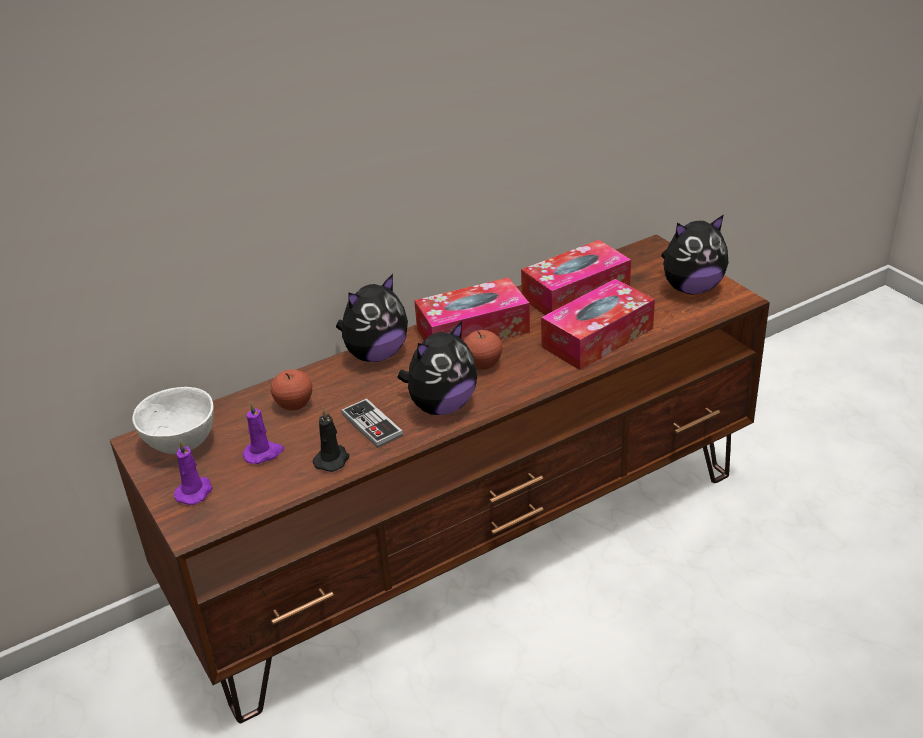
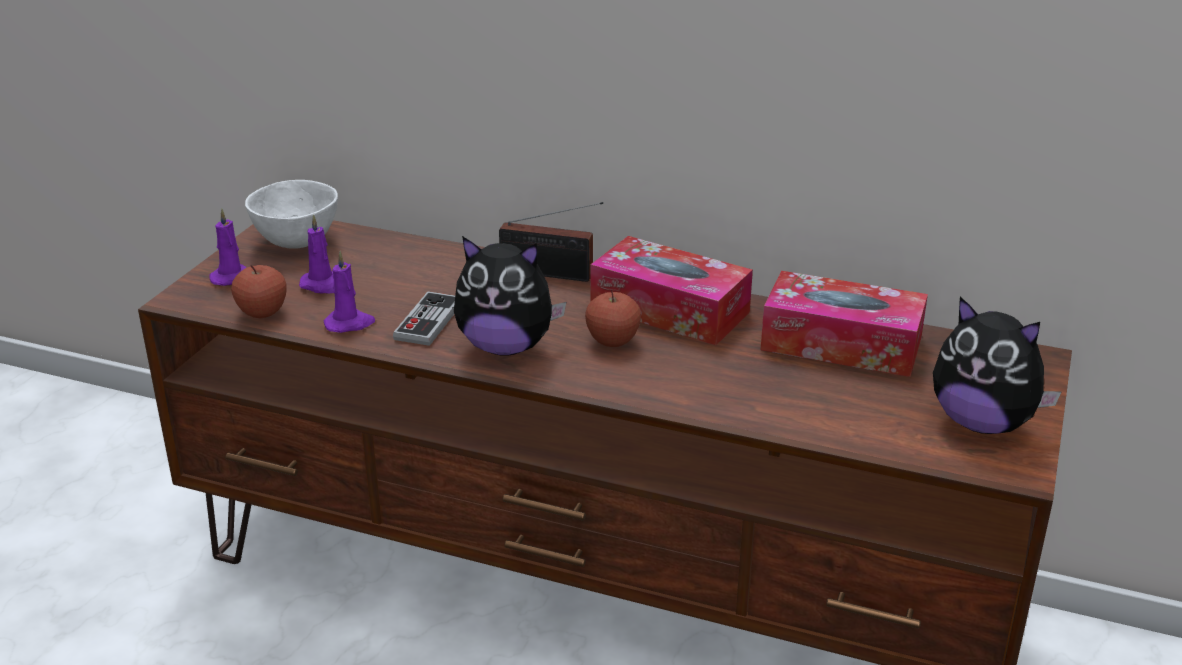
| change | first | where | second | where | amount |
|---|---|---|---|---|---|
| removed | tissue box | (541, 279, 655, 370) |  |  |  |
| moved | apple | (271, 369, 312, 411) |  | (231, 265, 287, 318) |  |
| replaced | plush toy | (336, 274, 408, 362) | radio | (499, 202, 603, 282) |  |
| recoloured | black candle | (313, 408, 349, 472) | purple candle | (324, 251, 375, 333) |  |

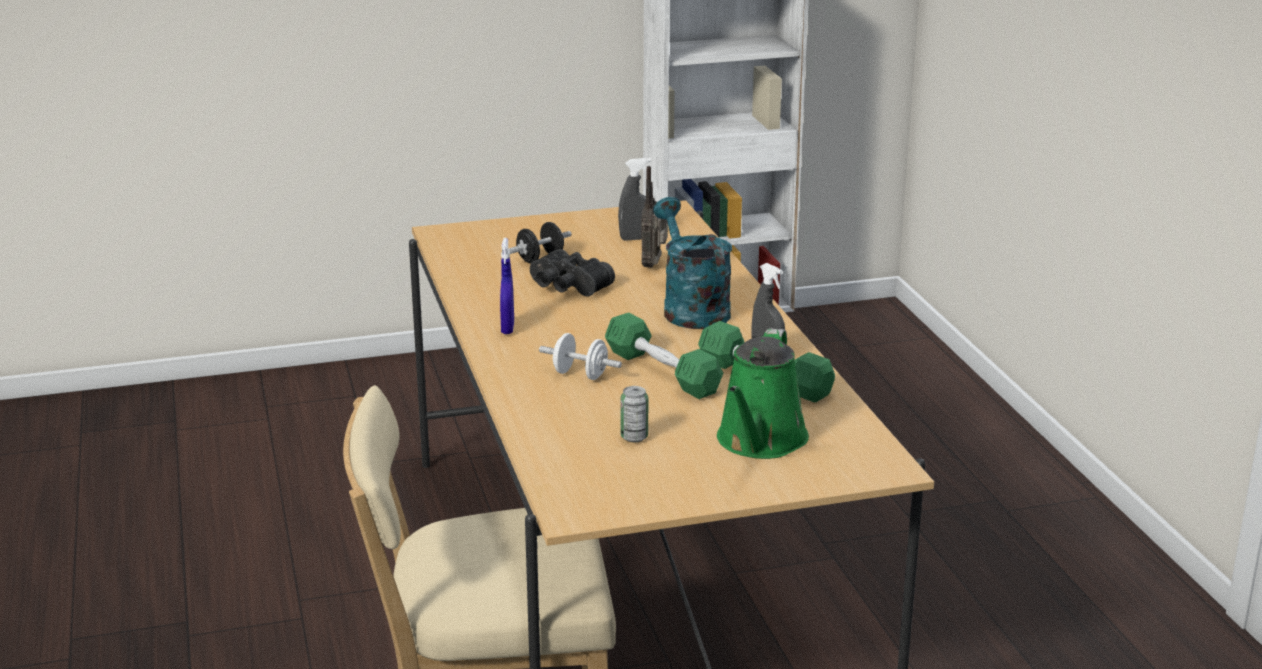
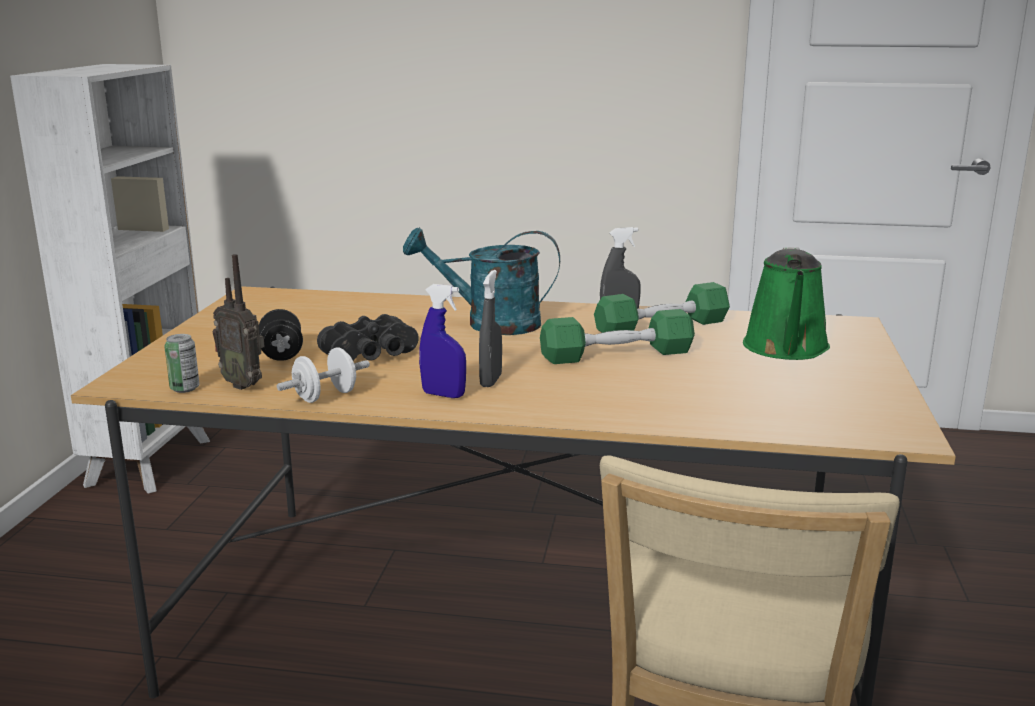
| change | first | where | second | where | amount |
|---|---|---|---|---|---|
| moved | white dumbbell | (539, 333, 622, 380) |  | (277, 348, 370, 403) |  |
| moved | grey spray bottle | (618, 158, 651, 241) |  | (479, 270, 502, 387) |  |
| moved | can | (621, 386, 648, 442) |  | (164, 334, 200, 393) |  |
| moved | radio | (641, 166, 668, 268) |  | (213, 254, 265, 390) |  |
| turned | green watering can | (717, 328, 809, 459) |  | (743, 247, 830, 360) | 60 degrees clockwise |

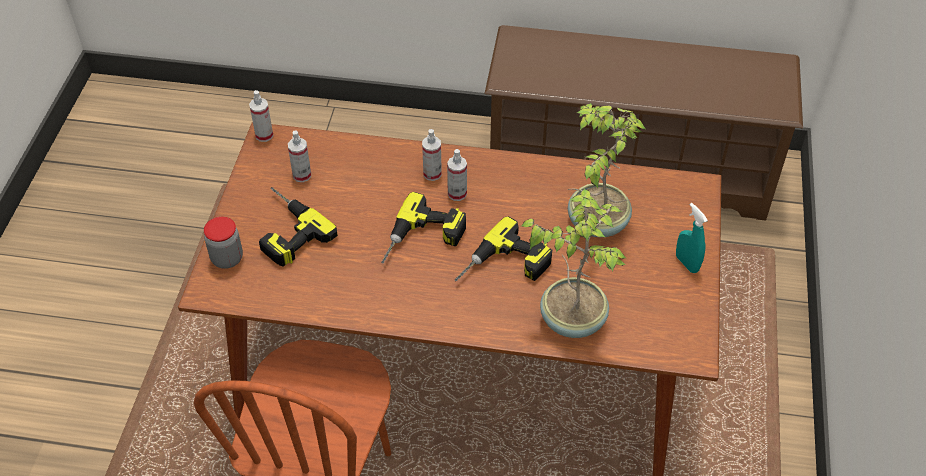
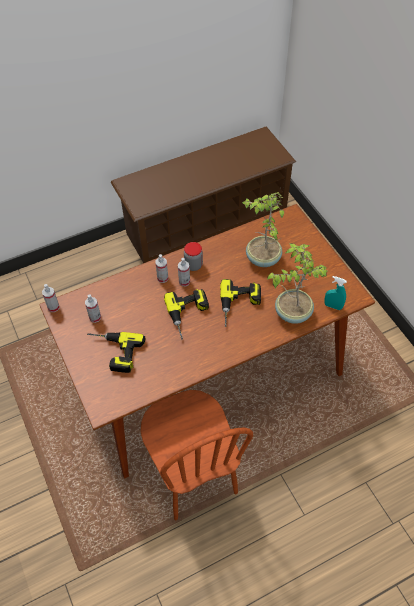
| change | first | where | second | where | amount |
|---|---|---|---|---|---|
| moved | jar | (204, 217, 243, 269) |  | (184, 242, 203, 271) |  |
| moved | turquoise spray bottle | (676, 203, 708, 273) |  | (324, 276, 347, 310) |  |

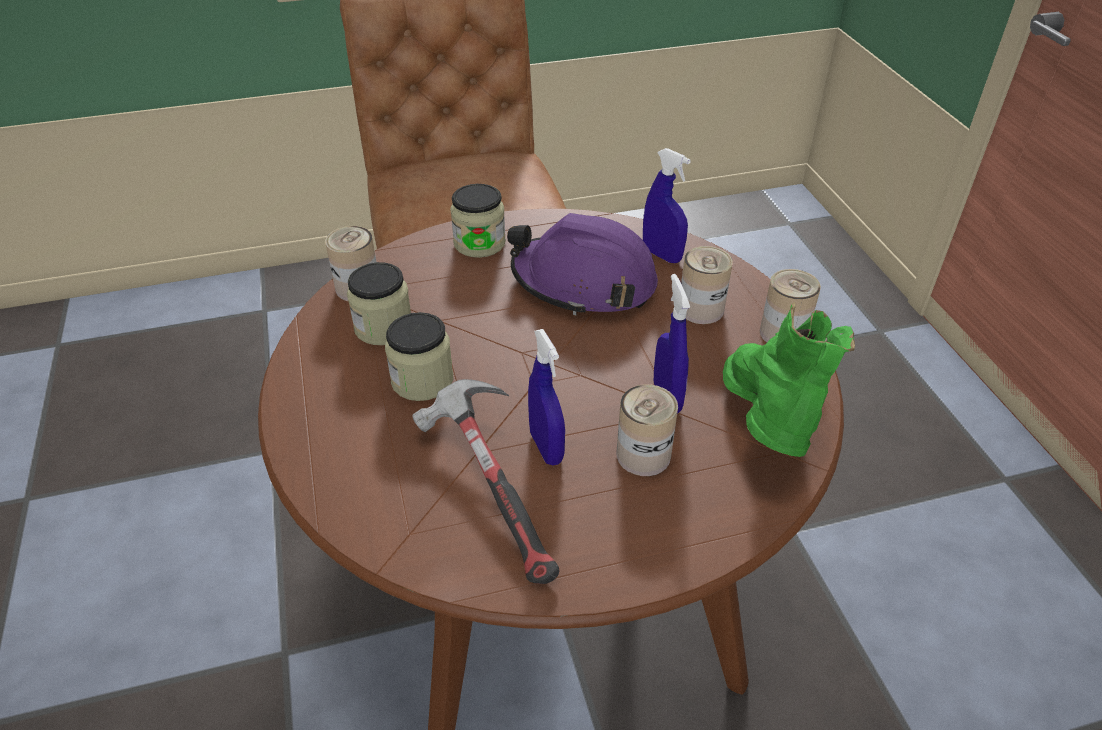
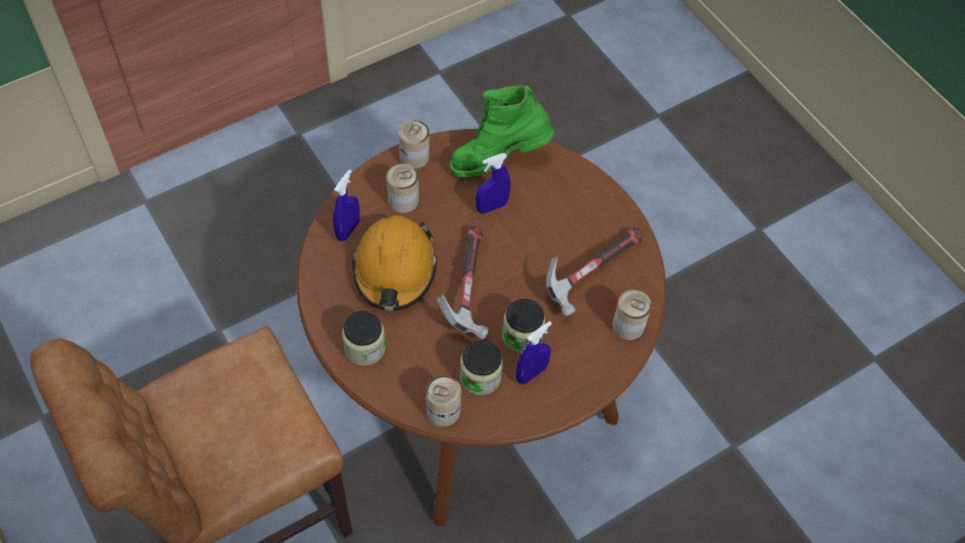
| change | first | where | second | where | amount |
|---|---|---|---|---|---|
| added |  |  | hammer | (437, 226, 489, 340) |  |
| moved | blue spray bottle | (528, 329, 565, 465) |  | (516, 321, 552, 384) |  |
| moved | can | (616, 384, 678, 476) |  | (612, 290, 652, 340) |  |
| recoloured | purple hard hat | (507, 213, 658, 315) | orange hard hat | (352, 215, 437, 311) |  |

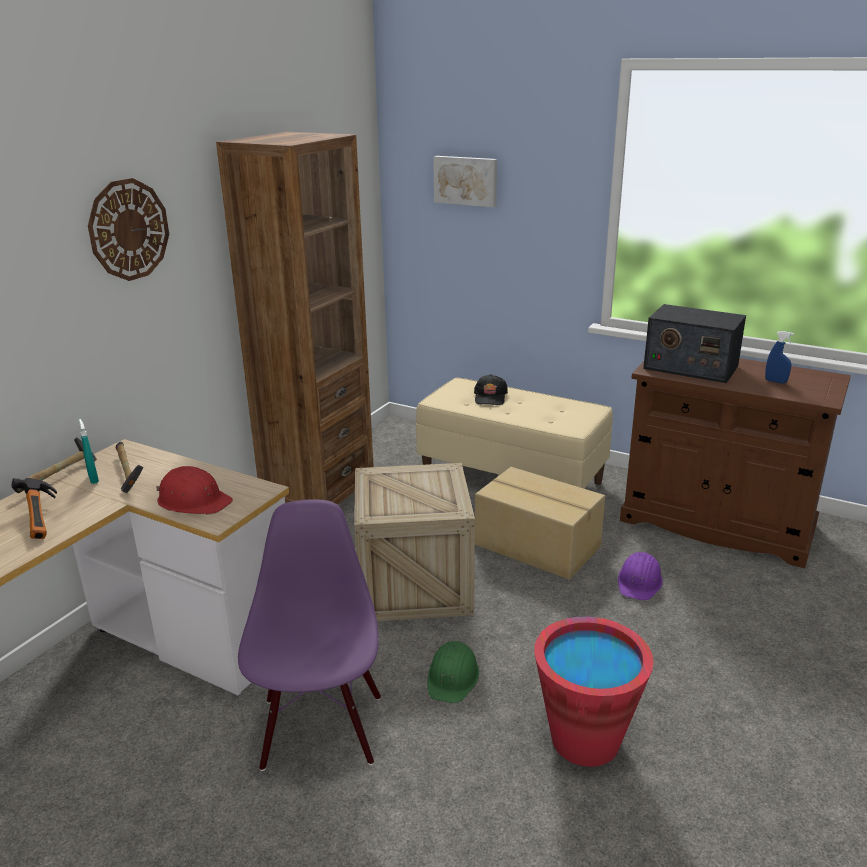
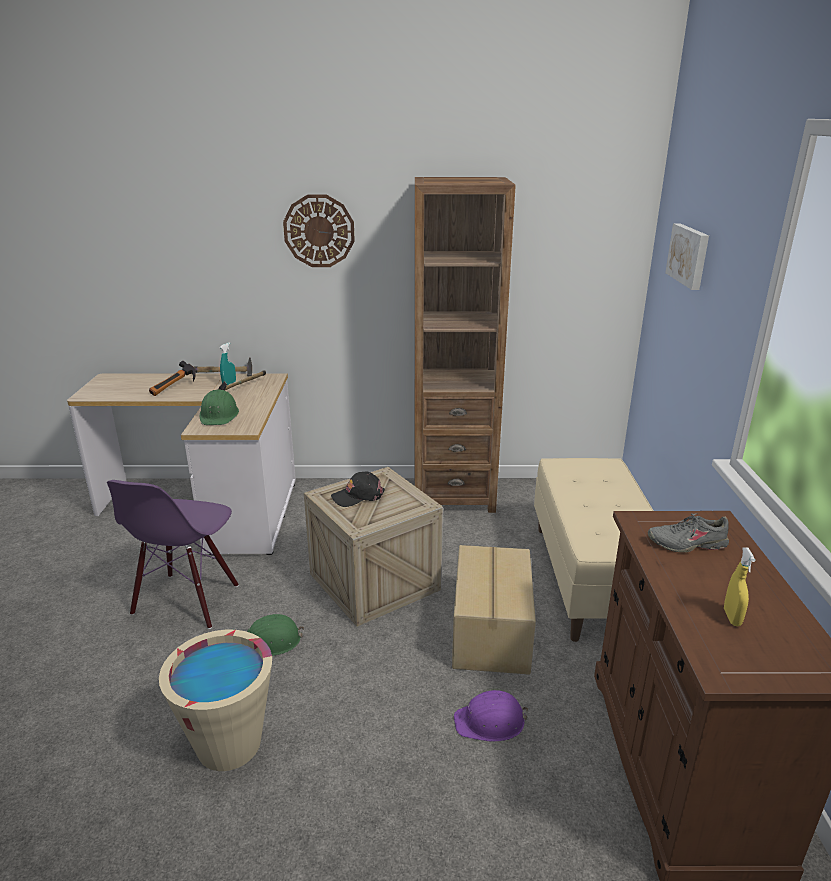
| change | first | where | second | where | amount |
|---|---|---|---|---|---|
| moved | black cap | (474, 374, 508, 405) |  | (331, 472, 385, 507) |  |
| replaced | radio | (643, 304, 746, 383) | grey shoe | (648, 513, 729, 553) |  |
| recoloured | red hard hat | (156, 466, 233, 515) | green hard hat | (200, 389, 239, 425) |  |
| recoloured | red bucket | (534, 616, 654, 767) | beige bucket | (159, 630, 272, 771) |  |
| recoloured | blue spray bottle | (765, 331, 794, 383) | yellow spray bottle | (724, 547, 755, 626) |  |
| turned | purple chair | (238, 499, 381, 771) |  | (107, 480, 239, 629) | 135 degrees clockwise |

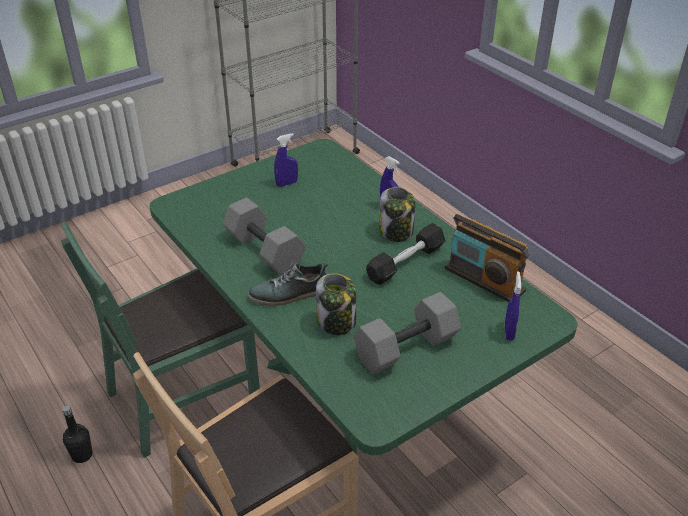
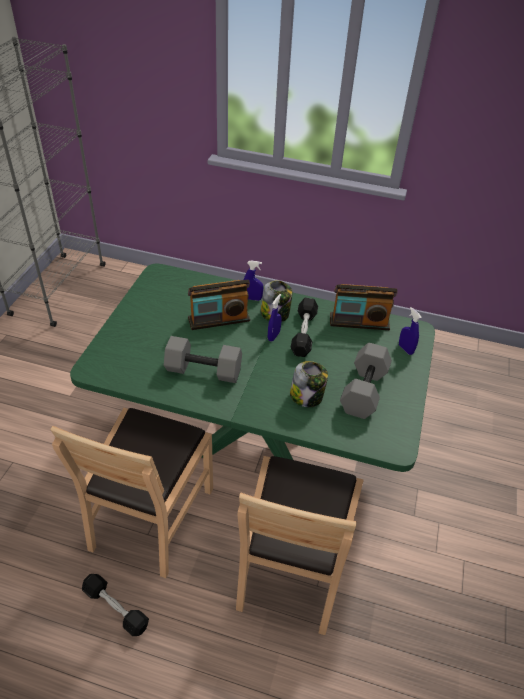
| change | first | where | second | where | amount |
|---|---|---|---|---|---|
| removed | shoe | (248, 262, 328, 306) |  |  |  |
| added |  |  | radio | (188, 280, 250, 330) |  |
| moved | blue spray bottle | (274, 133, 298, 187) |  | (268, 294, 282, 342) |  |
| replaced | black bottle | (62, 405, 93, 463) | black dumbbell | (82, 574, 149, 636) |  |
| recoloured | green chair | (61, 222, 260, 458) | brown chair | (51, 408, 213, 578) |  |

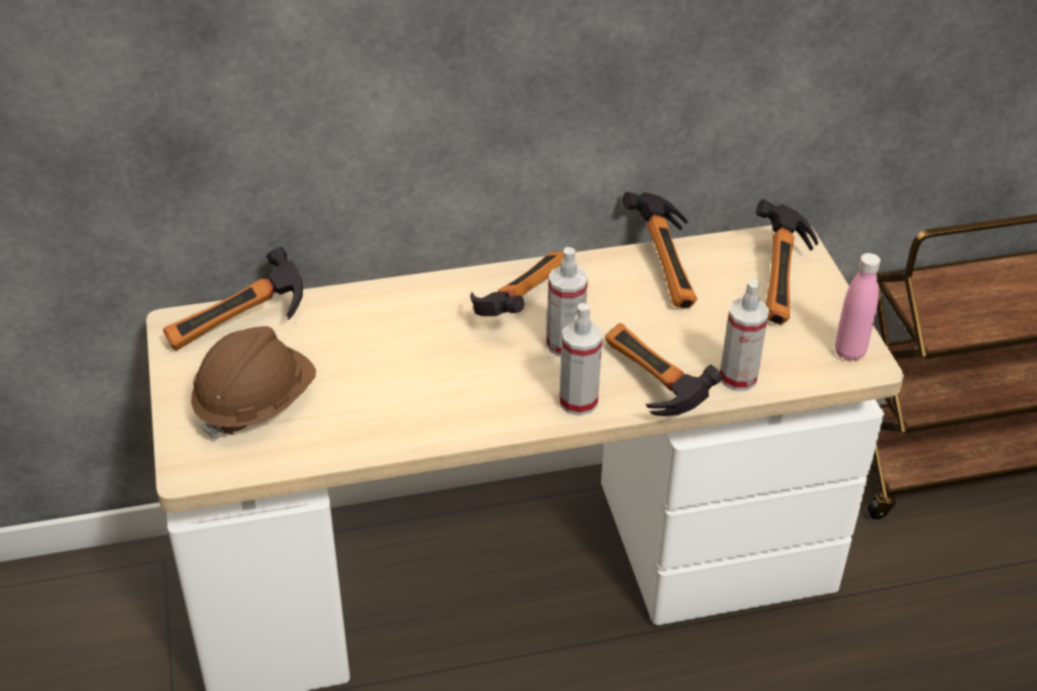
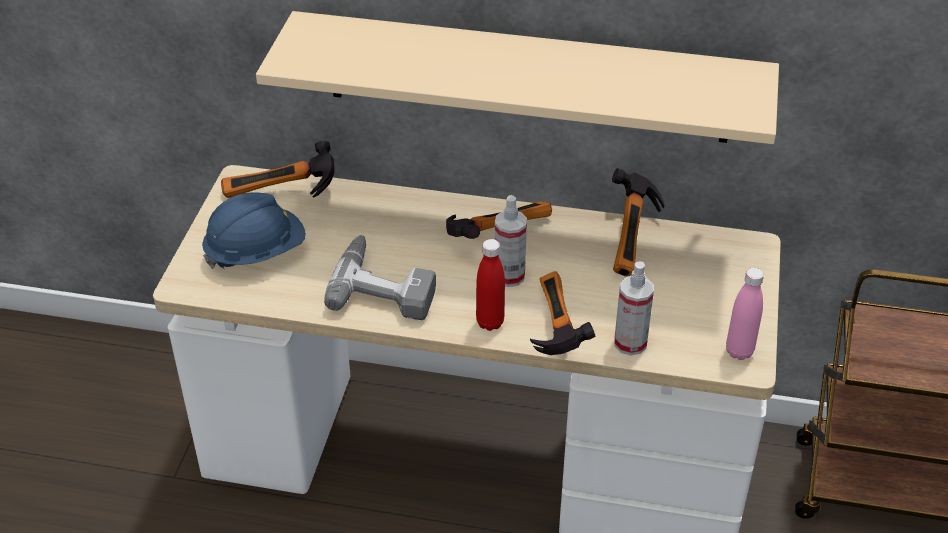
| change | first | where | second | where | amount |
|---|---|---|---|---|---|
| removed | hammer | (756, 199, 818, 325) |  |  |  |
| added |  |  | beige shelf | (256, 11, 779, 144) |  |
| added |  |  | power drill | (324, 235, 436, 320) |  |
| replaced | spray bottle | (559, 303, 602, 416) | red bottle | (476, 239, 505, 331) |  |
| recoloured | brown hard hat | (191, 326, 316, 440) | blue hard hat | (202, 192, 306, 269) |  |

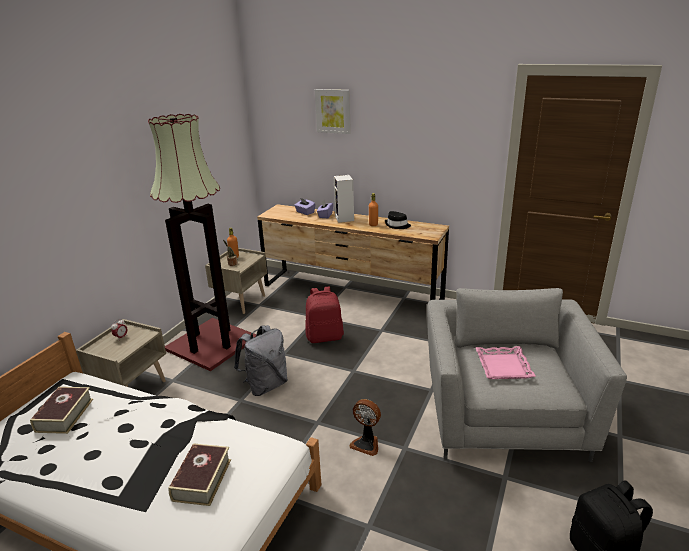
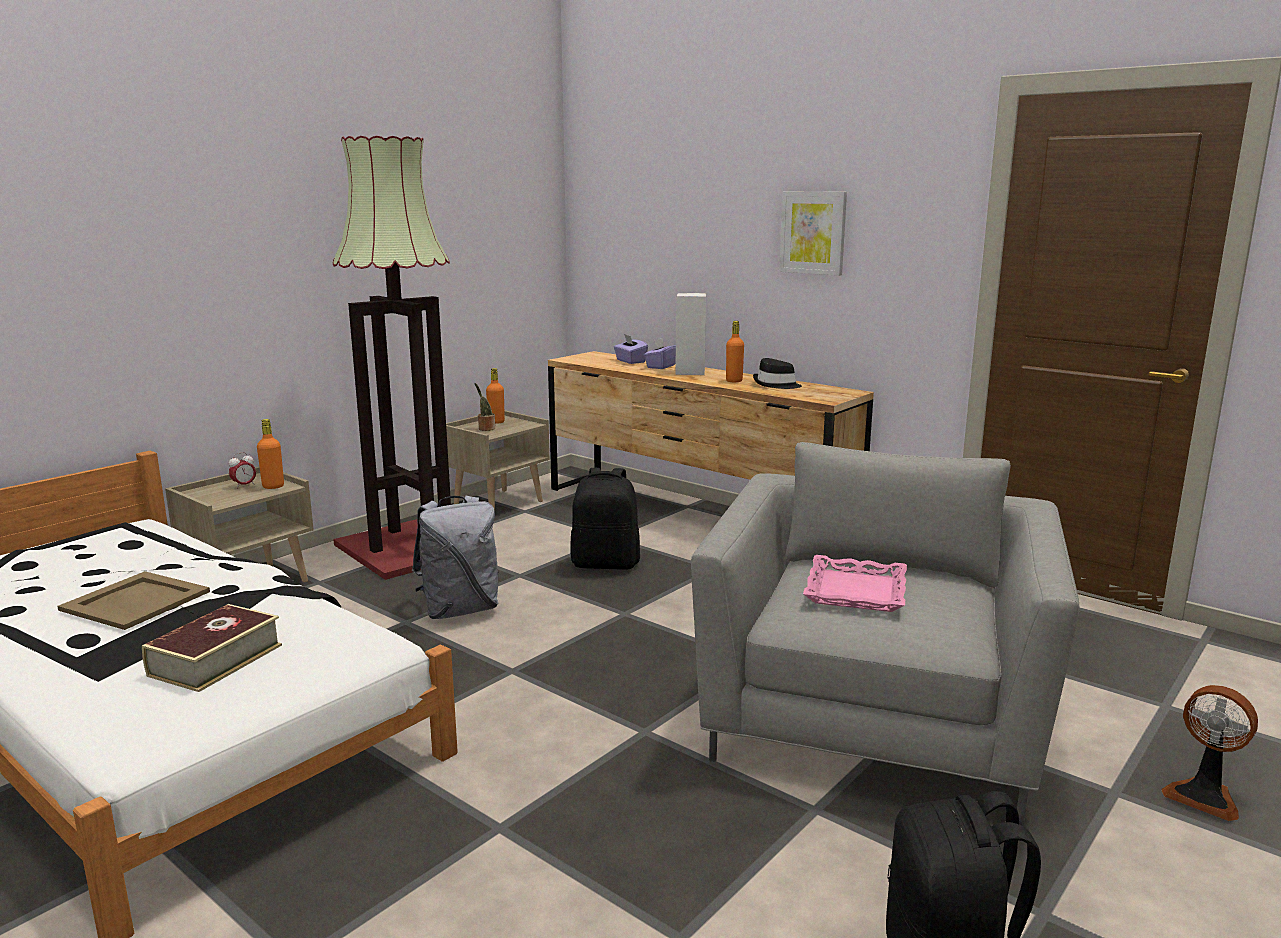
| change | first | where | second | where | amount |
|---|---|---|---|---|---|
| removed | book | (30, 387, 93, 434) |  |  |  |
| added |  |  | beige tray | (57, 571, 210, 630) |  |
| added |  |  | orange bottle | (257, 419, 284, 489) |  |
| moved | picture | (315, 89, 351, 134) |  | (779, 192, 847, 276) |  |
| moved | fan | (349, 399, 381, 456) |  | (1161, 685, 1258, 821) |  |
| recoloured | red backpack | (305, 287, 344, 343) | black backpack | (570, 468, 640, 569) |  |

